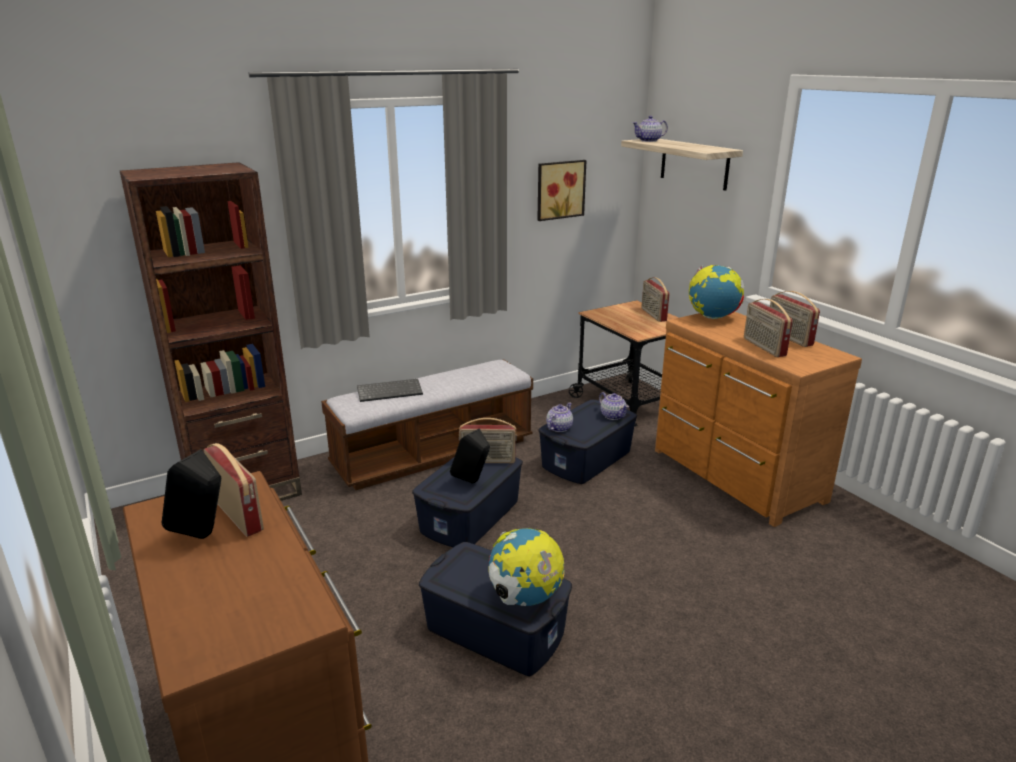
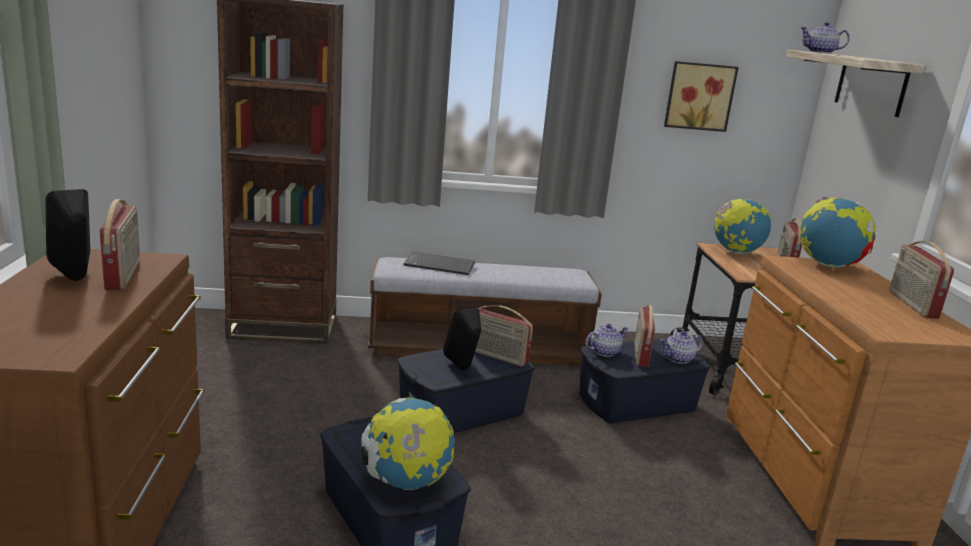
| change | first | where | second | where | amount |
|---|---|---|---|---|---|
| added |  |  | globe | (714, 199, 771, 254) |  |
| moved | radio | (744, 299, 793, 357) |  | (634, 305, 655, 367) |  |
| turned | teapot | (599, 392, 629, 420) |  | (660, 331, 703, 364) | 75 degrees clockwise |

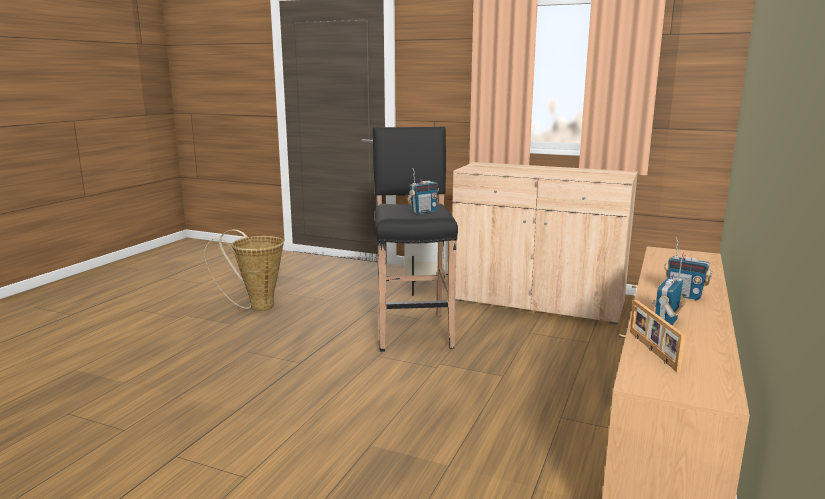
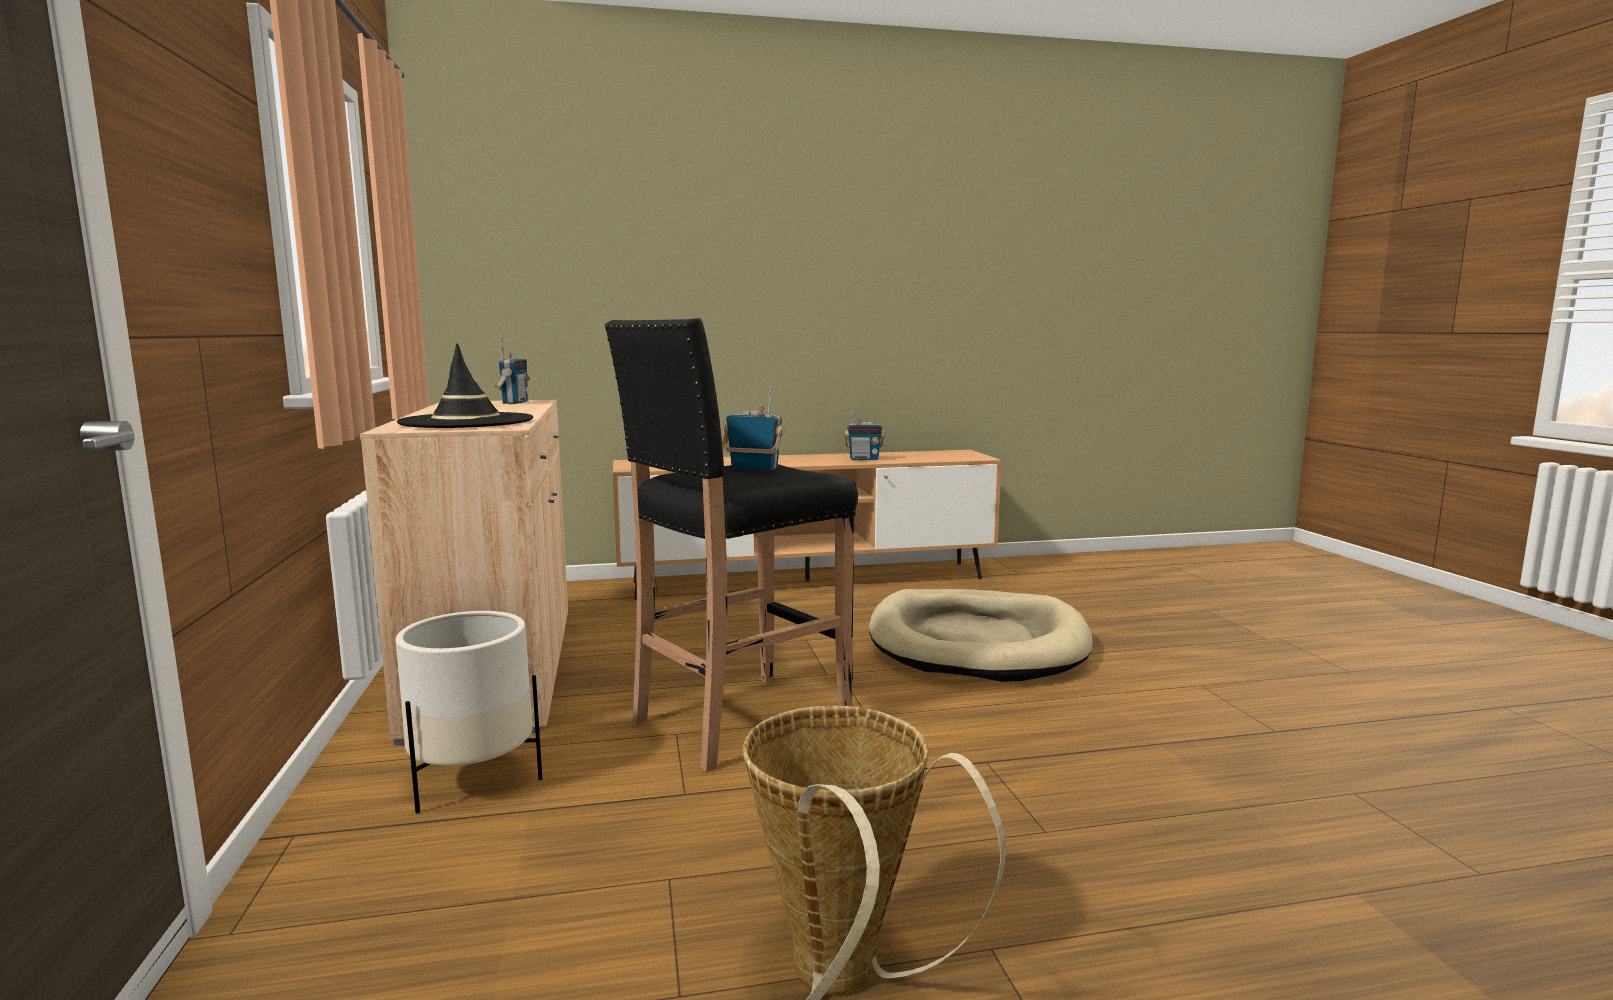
| change | first | where | second | where | amount |
|---|---|---|---|---|---|
| removed | picture frame | (630, 300, 685, 372) |  |  |  |
| added |  |  | black hat | (397, 343, 533, 428) |  |
| added |  |  | beige dog bed | (869, 589, 1093, 682) |  |
| moved | radio | (665, 237, 712, 300) |  | (495, 336, 530, 404) |  |

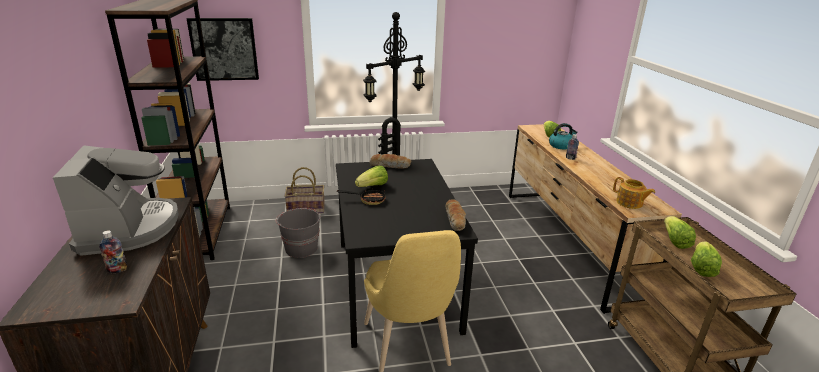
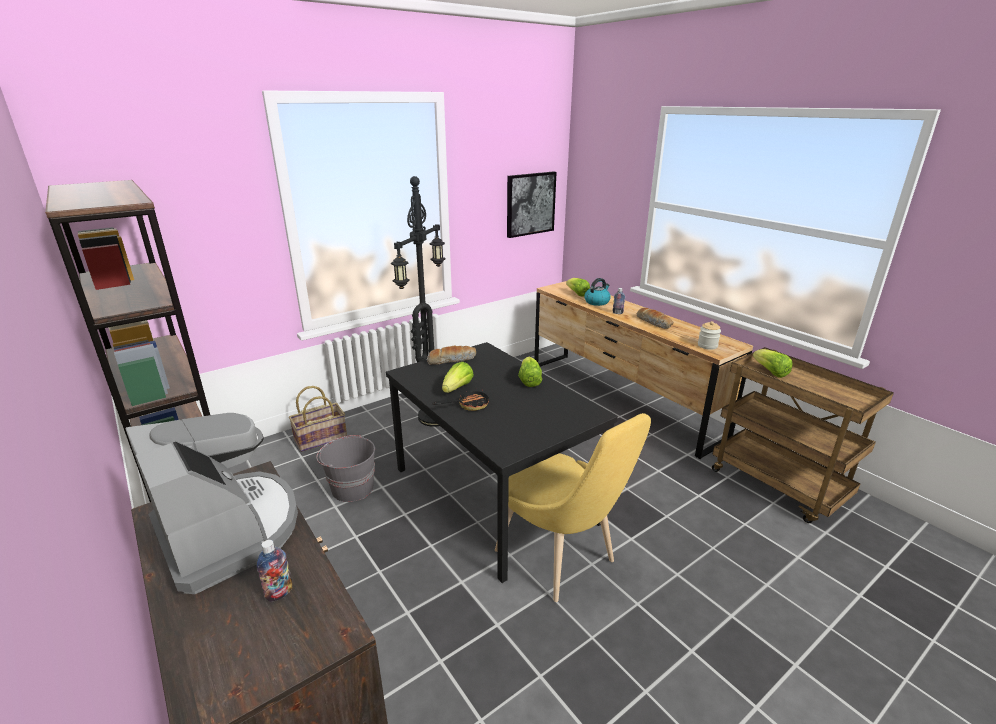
| change | first | where | second | where | amount |
|---|---|---|---|---|---|
| moved | picture | (187, 18, 259, 81) |  | (507, 171, 557, 238) |  |
| moved | bread | (446, 199, 466, 231) |  | (637, 308, 674, 329) |  |
| moved | lettuce | (691, 241, 722, 277) |  | (518, 357, 542, 387) |  |
| replaced | teapot | (613, 177, 655, 209) | jar | (698, 321, 721, 350) |  |

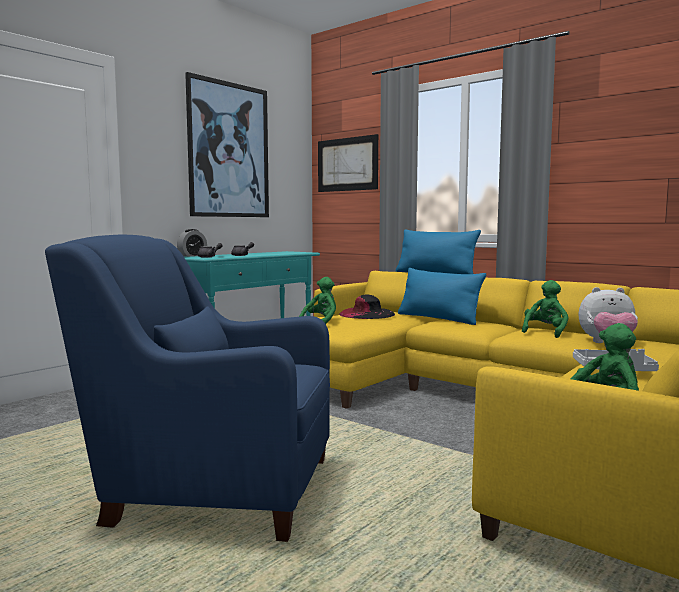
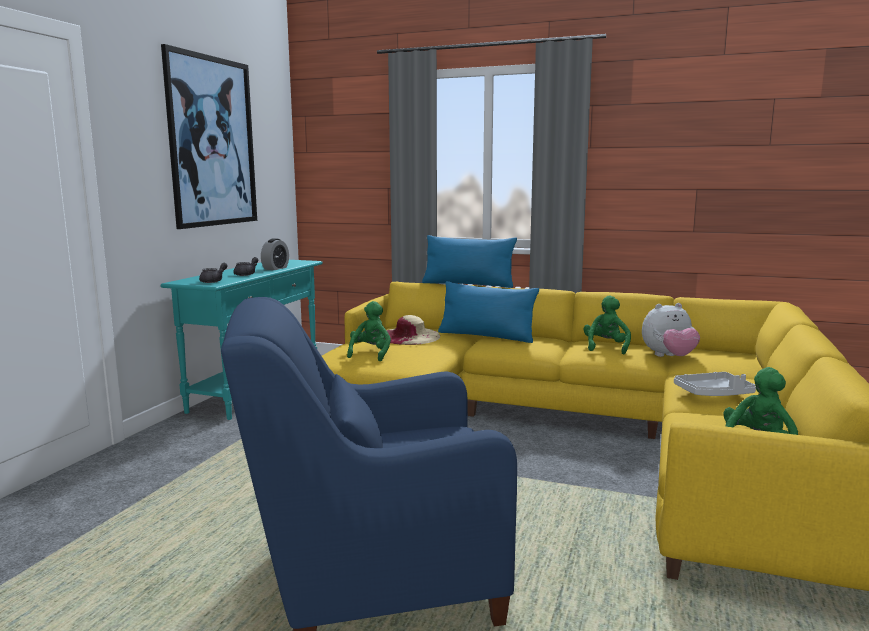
| change | first | where | second | where | amount |
|---|---|---|---|---|---|
| removed | picture | (318, 134, 378, 192) |  |  |  |
| moved | alarm clock | (177, 229, 207, 257) |  | (261, 238, 289, 270) |  |
| recoloured | black hat | (339, 294, 395, 319) | beige hat | (386, 315, 440, 345) |  |

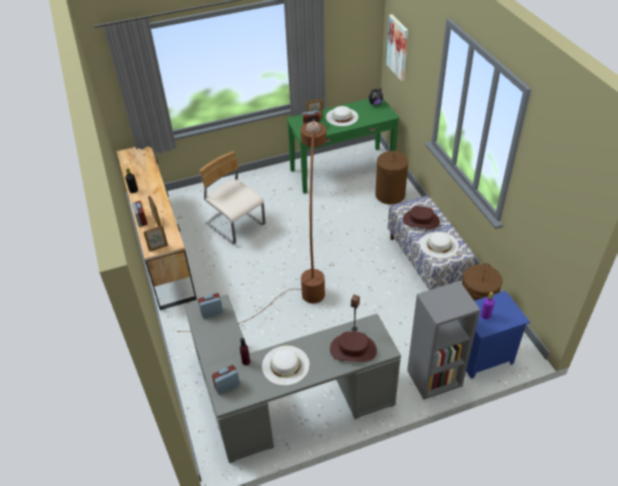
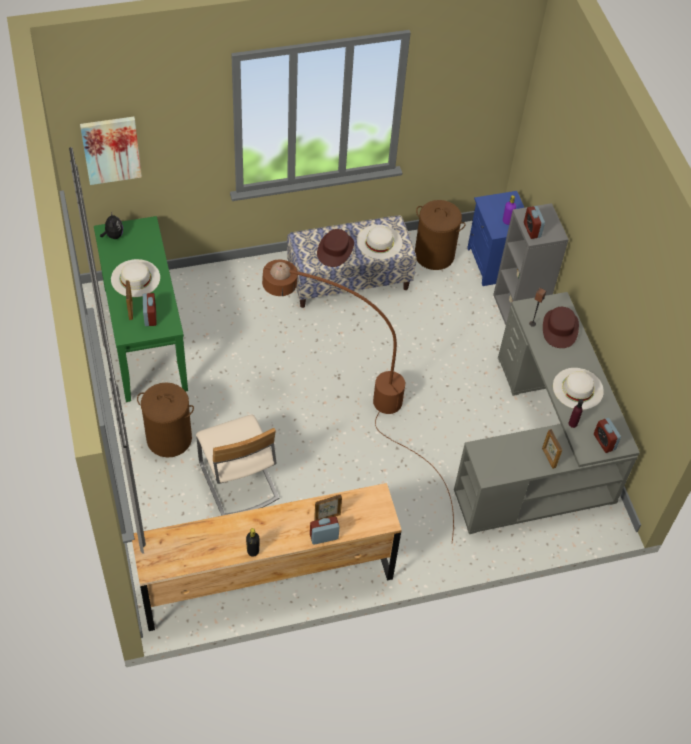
| change | first | where | second | where | amount |
|---|---|---|---|---|---|
| moved | picture frame | (143, 226, 168, 252) |  | (542, 429, 562, 469) |  |
| moved | alarm clock | (198, 293, 223, 319) |  | (524, 206, 545, 239) |  |
| moved | brown laundry basket | (375, 150, 409, 204) |  | (137, 383, 194, 458) |  |
| turned | beige chair | (200, 151, 265, 244) |  | (196, 415, 280, 516) | 75 degrees counterclockwise |

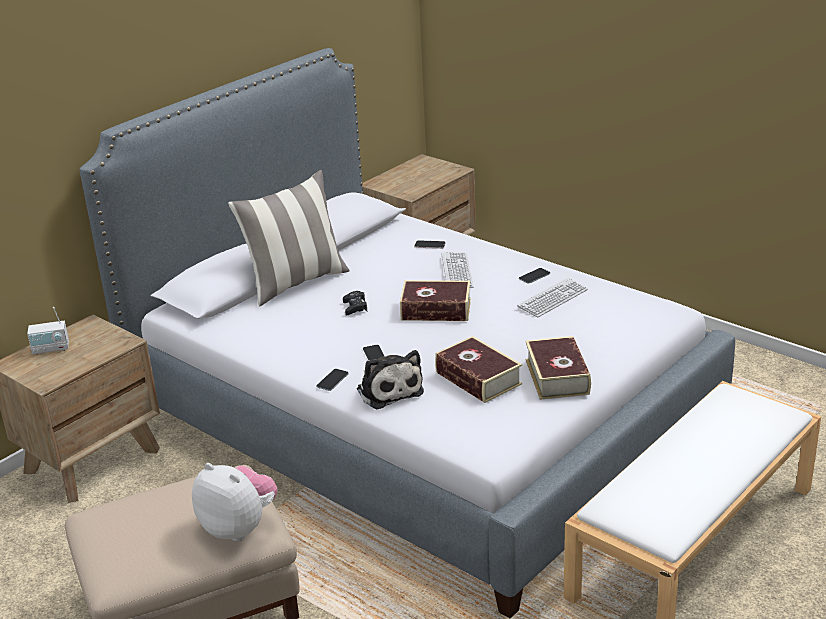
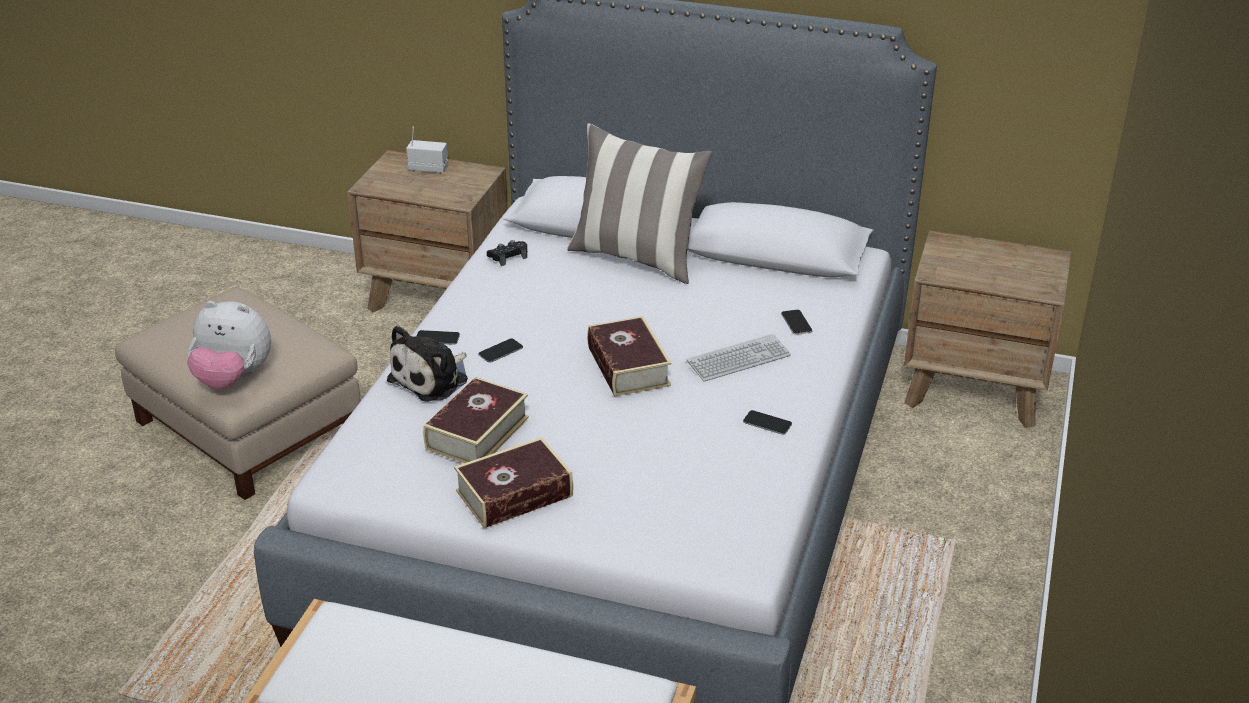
| change | first | where | second | where | amount |
|---|---|---|---|---|---|
| removed | keyboard | (517, 278, 588, 317) |  |  |  |
| moved | black game controller | (343, 291, 367, 316) |  | (487, 240, 527, 266) |  |
| turned | radio | (27, 307, 69, 355) |  | (406, 126, 448, 174) | 135 degrees clockwise |
| turned | plush toy | (192, 463, 278, 541) |  | (187, 301, 271, 389) | 90 degrees clockwise |

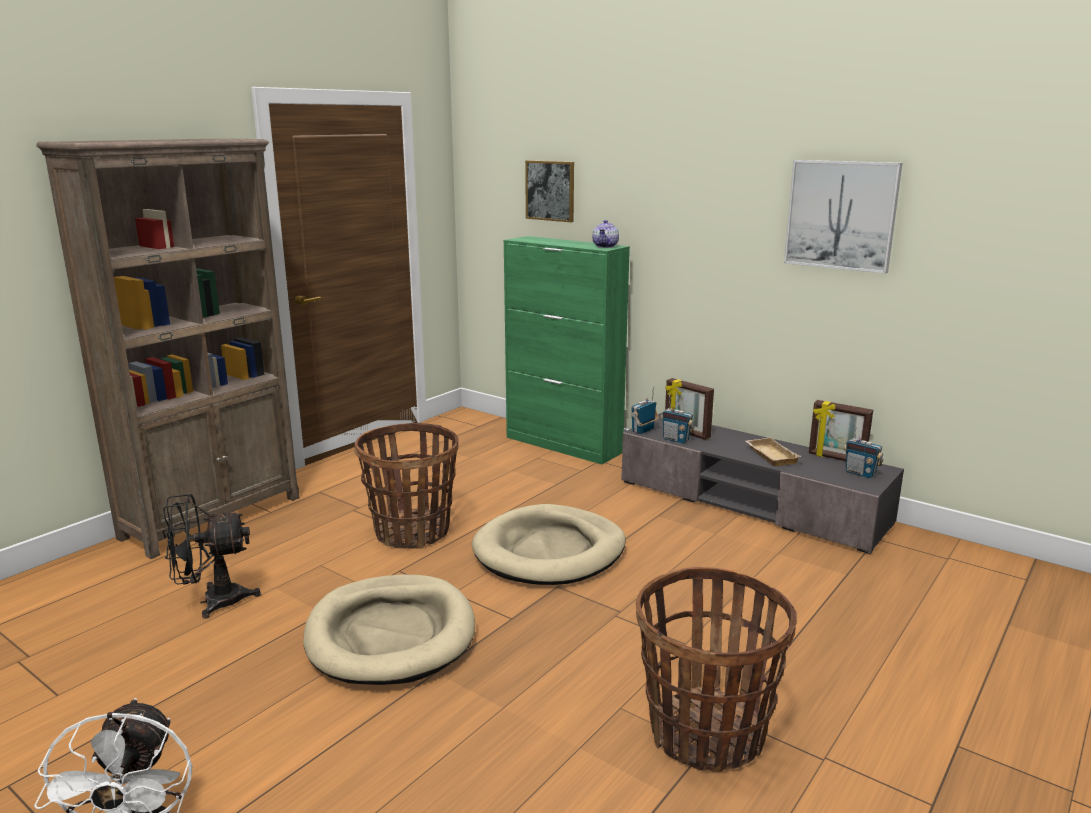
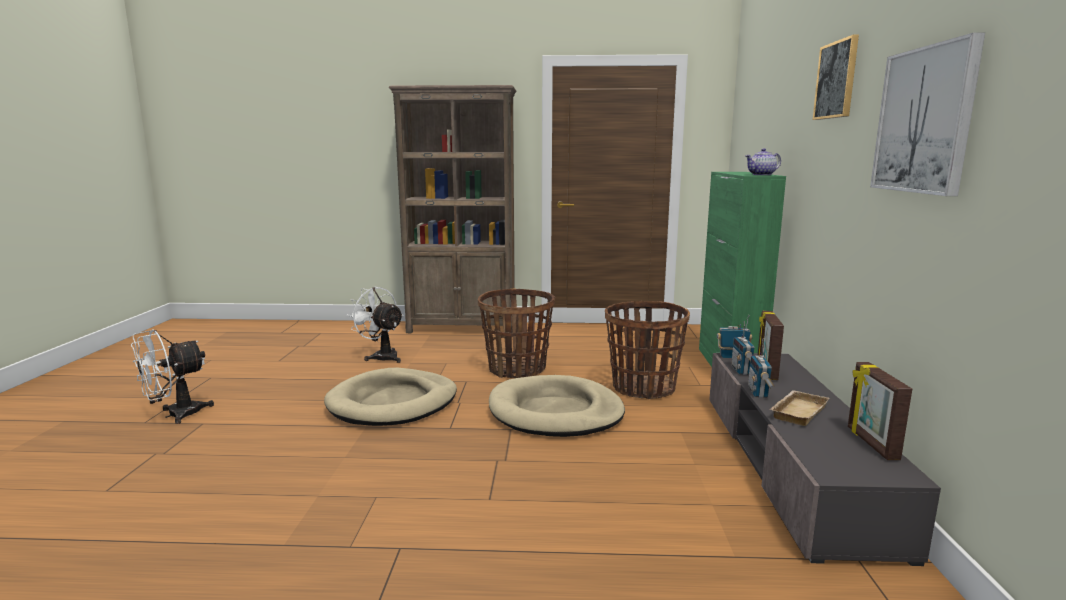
| change | first | where | second | where | amount |
|---|---|---|---|---|---|
| moved | picture | (525, 160, 574, 222) |  | (813, 34, 859, 120) |  |
| moved | basket | (636, 567, 797, 772) |  | (605, 301, 690, 399) |  |
| moved | radio | (844, 423, 883, 478) |  | (748, 339, 774, 398) |  |
| recoloured | black fan | (163, 494, 261, 619) | white fan | (347, 287, 404, 363) |  |

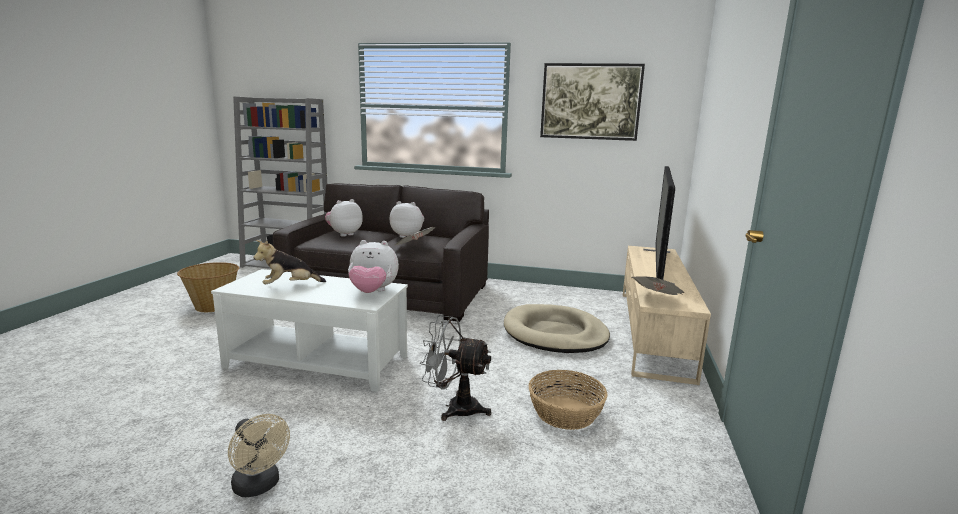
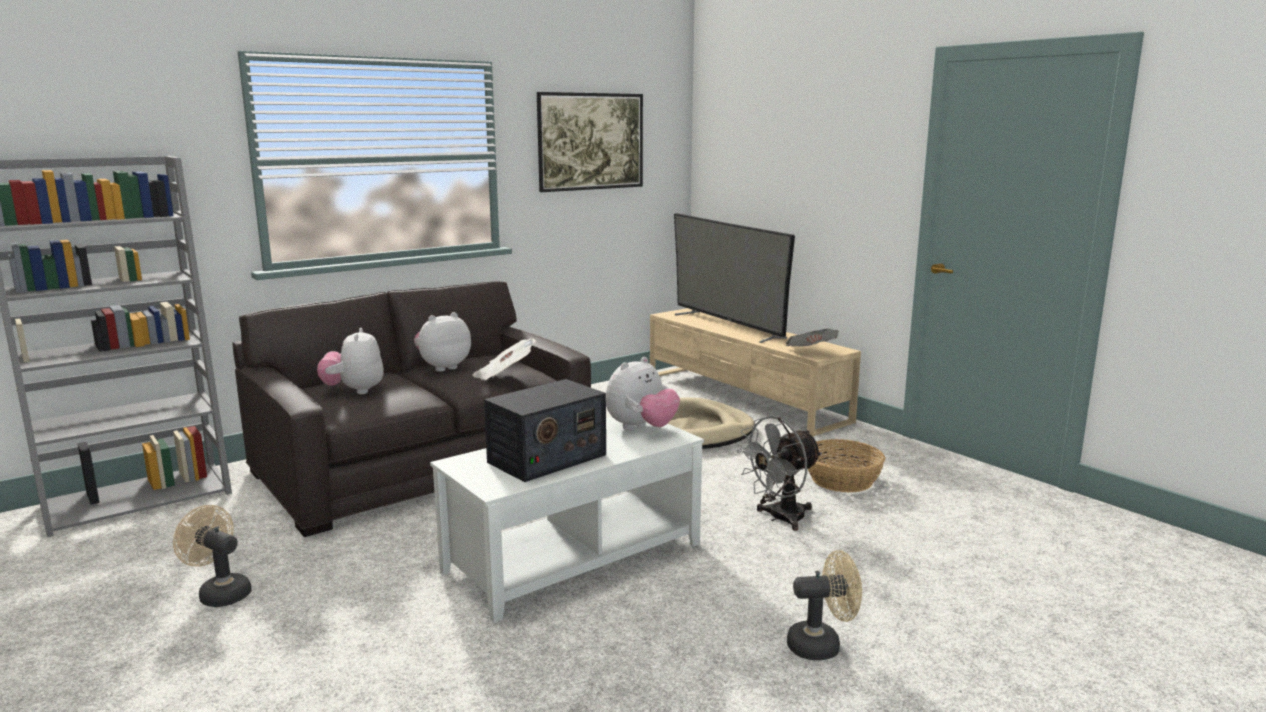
| change | first | where | second | where | amount |
|---|---|---|---|---|---|
| replaced | basket | (177, 262, 239, 312) | beige fan | (173, 505, 252, 607) |  |
| replaced | plush toy | (253, 240, 326, 284) | radio | (484, 379, 606, 482) |  |

